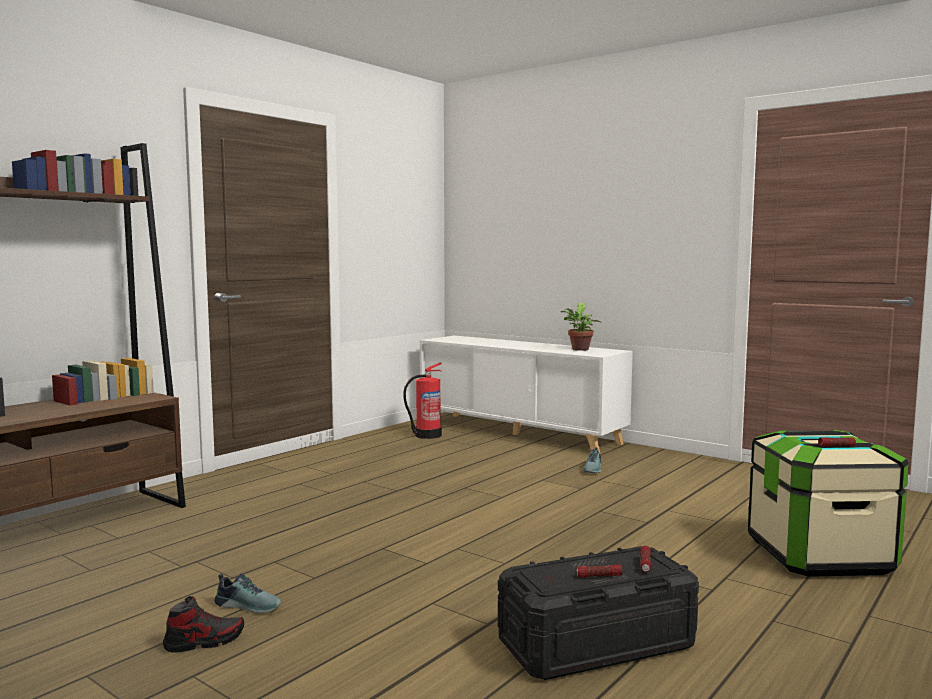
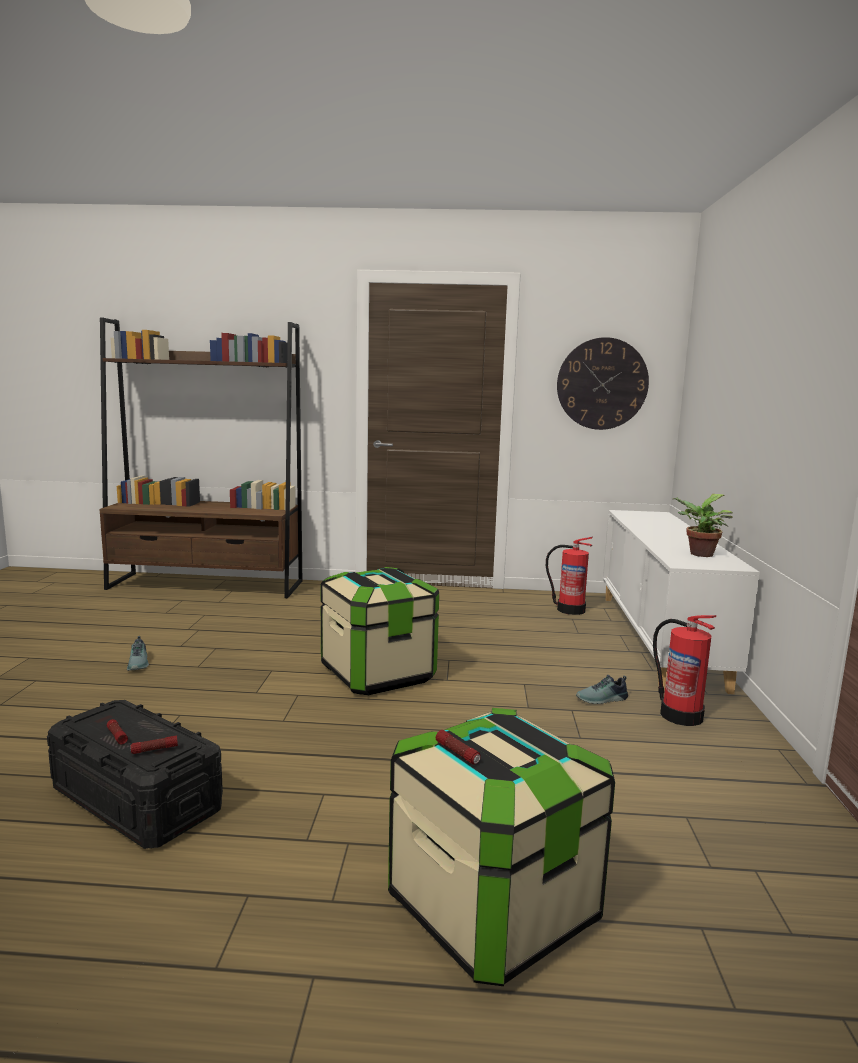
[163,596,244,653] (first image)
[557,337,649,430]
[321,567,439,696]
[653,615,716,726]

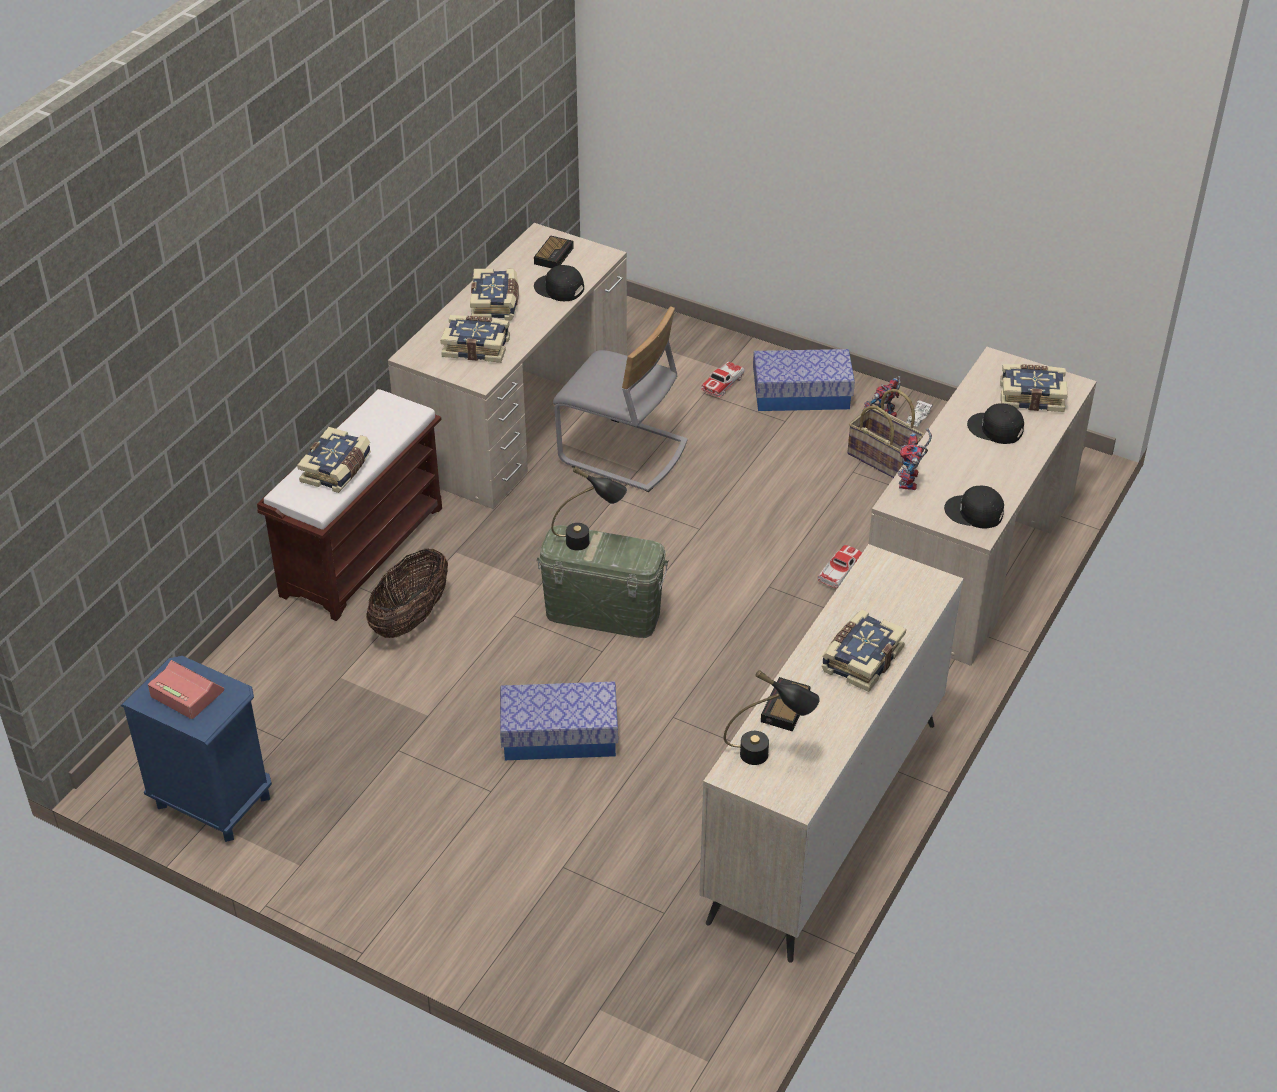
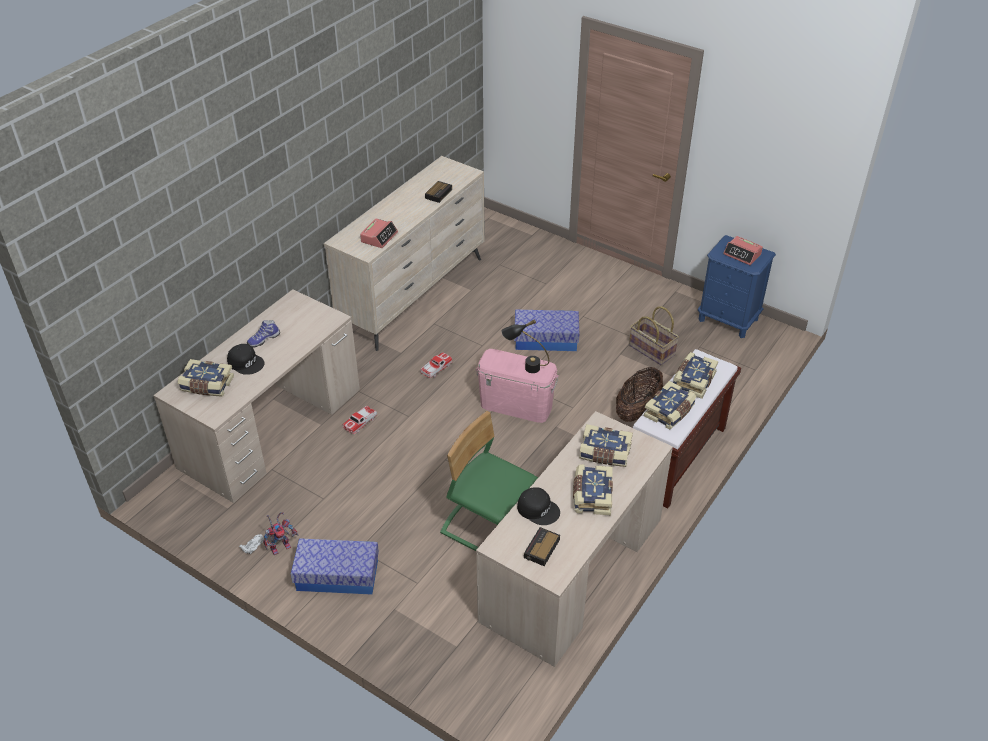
[440,411,538,551]
[420,352,452,378]
[629,306,679,365]
[898,428,932,490] (first image)
[944,486,1004,528] (first image)
[476,349,559,423]
[644,381,696,430]
[724,670,820,765] (first image)
[360,218,398,248]
[247,320,280,348]

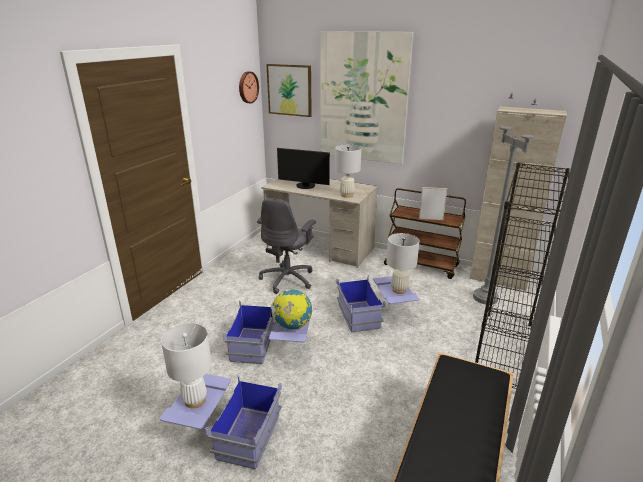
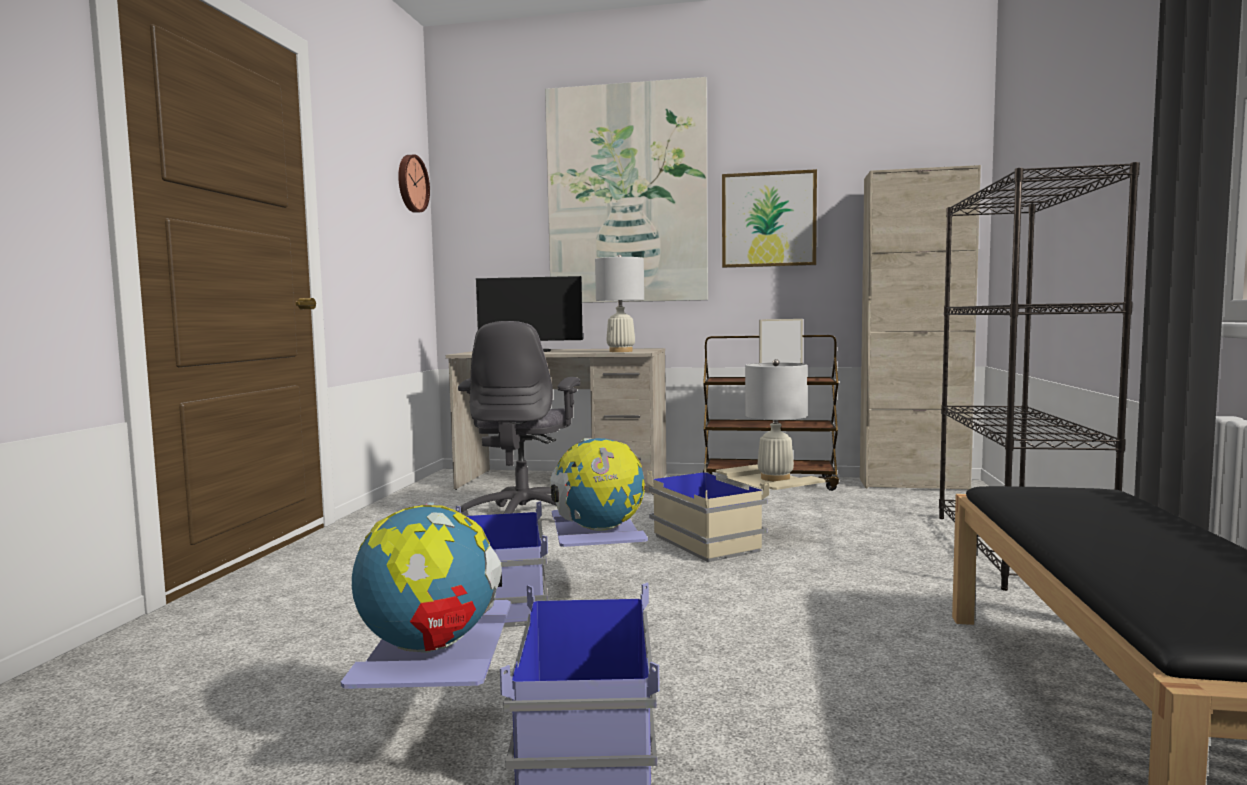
[722,169,817,268]
[473,93,537,305] (first image)
[647,464,825,562]
[352,502,502,653]

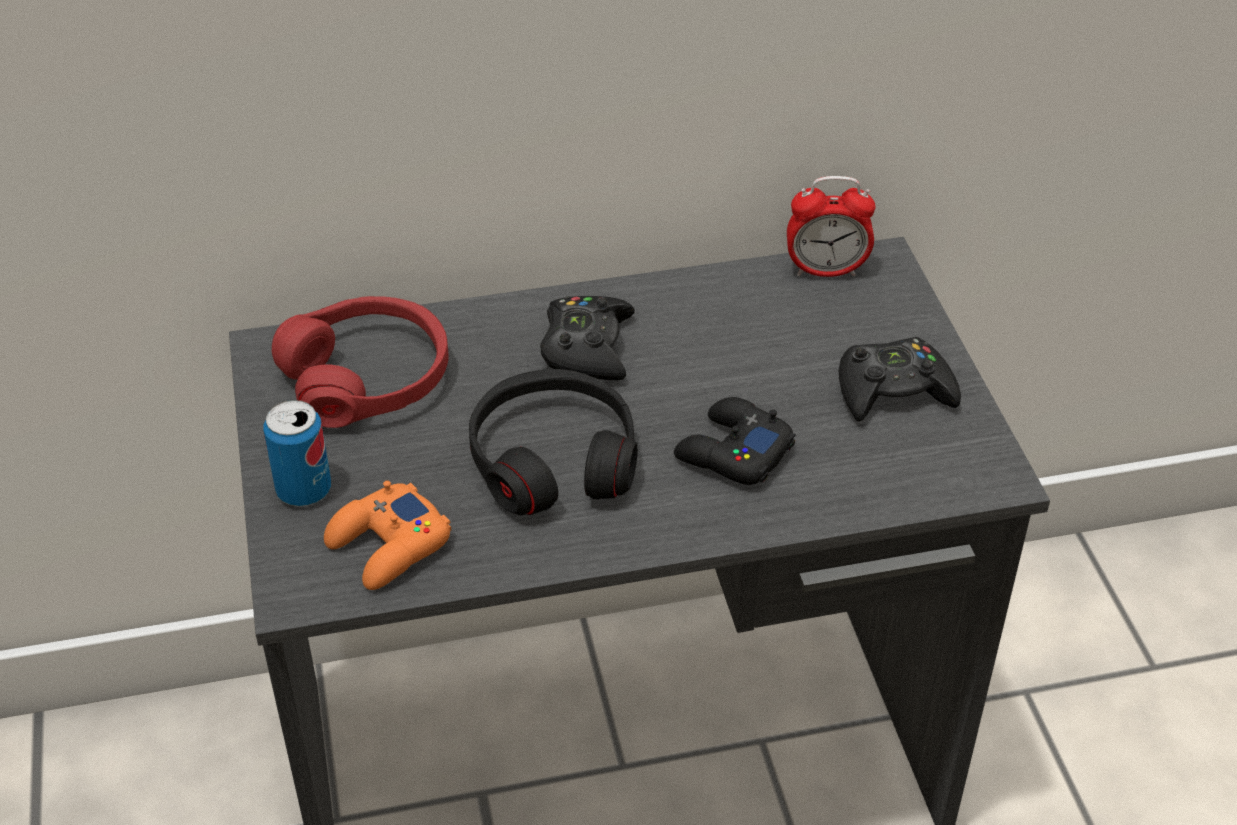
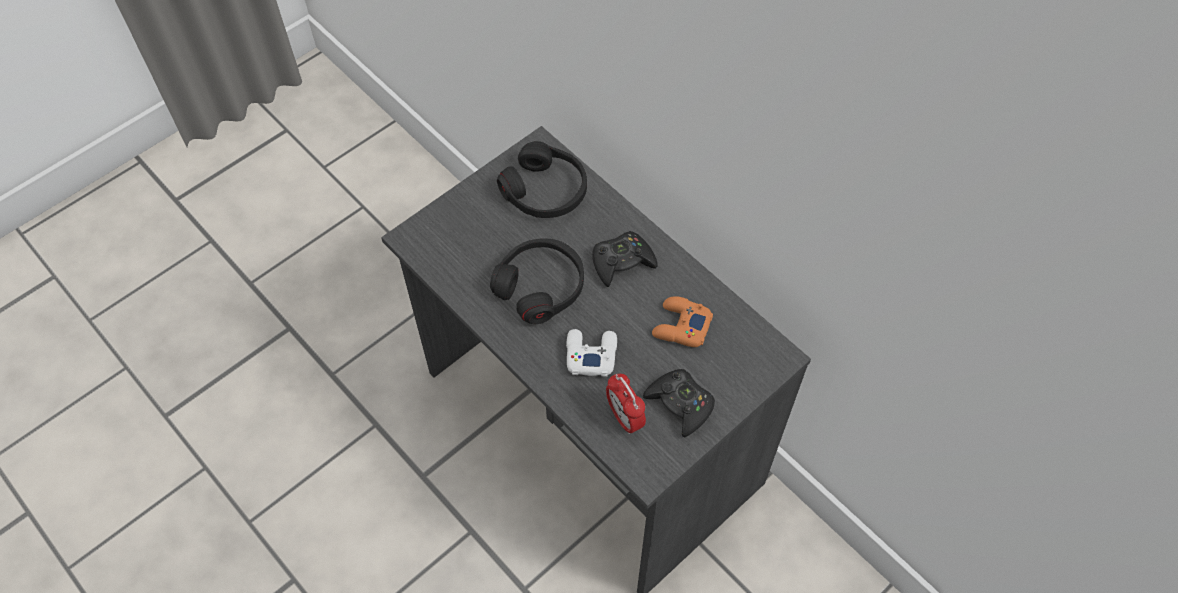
[606,374,646,434]
[497,141,587,218]
[566,329,617,377]
[263,400,331,506] (first image)
[652,296,713,347]

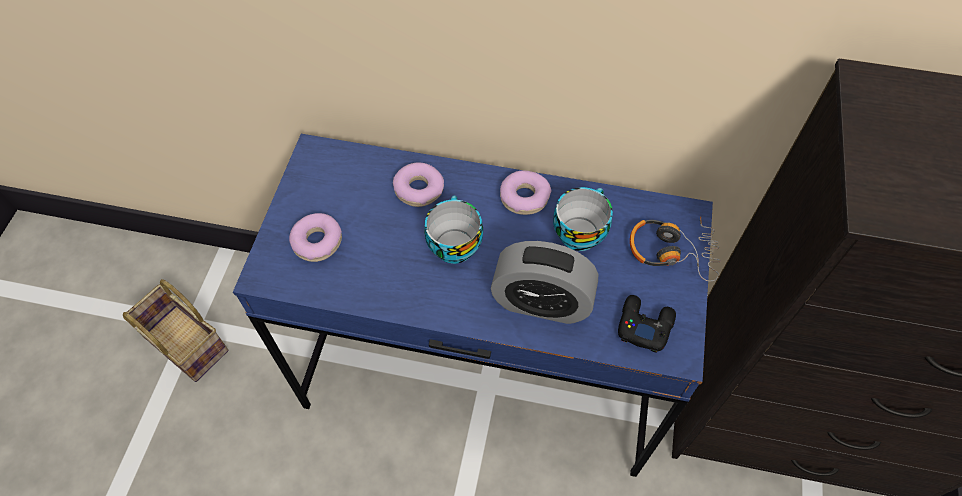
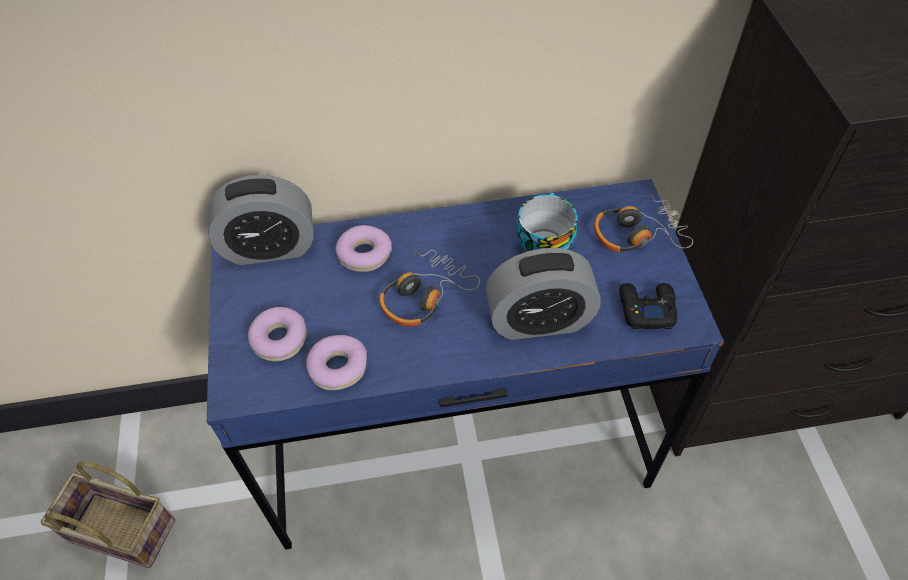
[306,335,367,390]
[380,250,480,326]
[208,175,314,265]

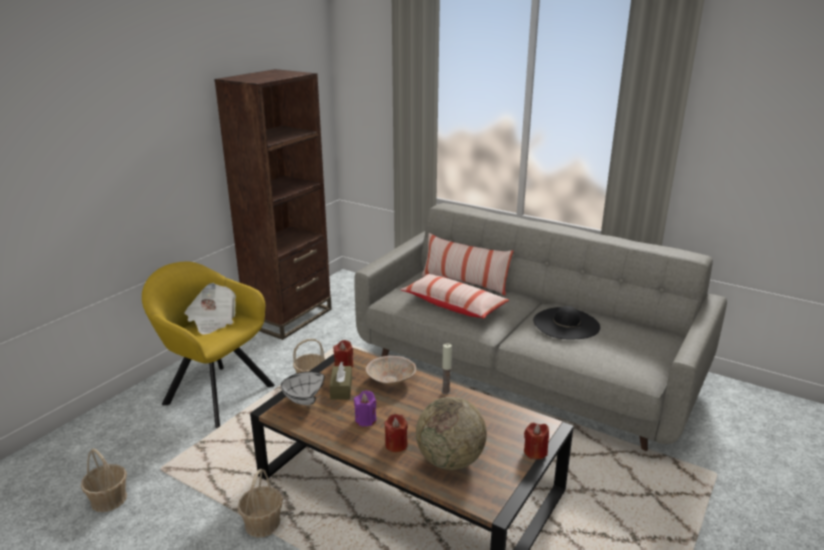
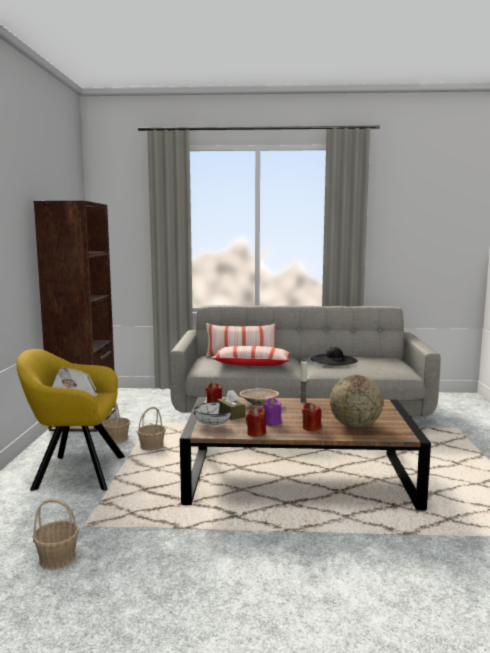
[246,408,266,437]
[102,402,130,444]

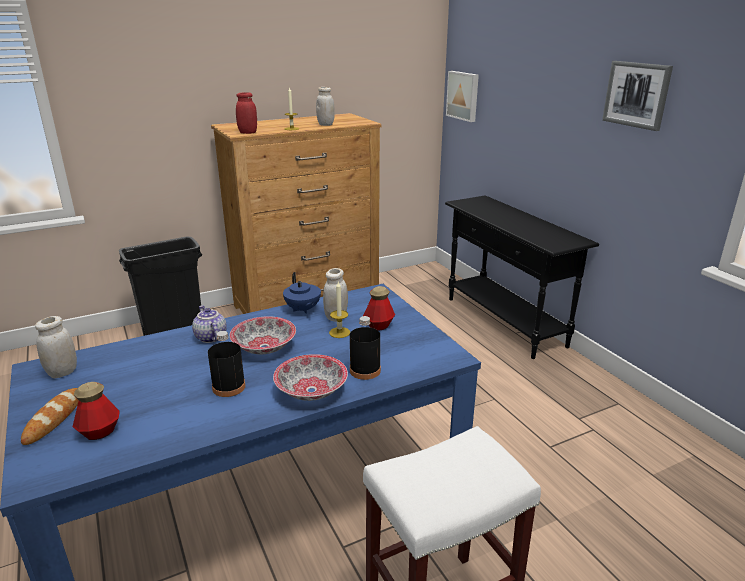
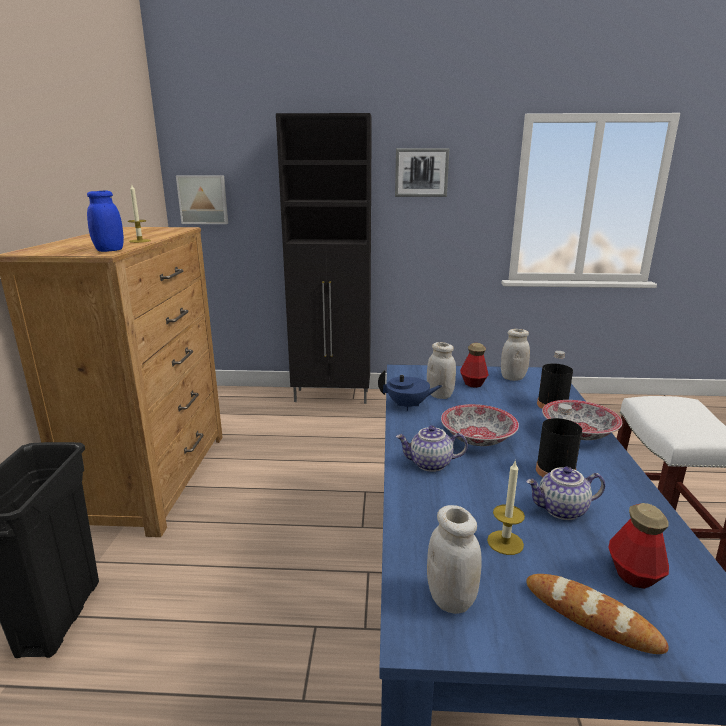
[501,329,530,381]
[87,191,124,252]
[276,113,372,404]
[487,461,525,555]
[526,467,605,520]

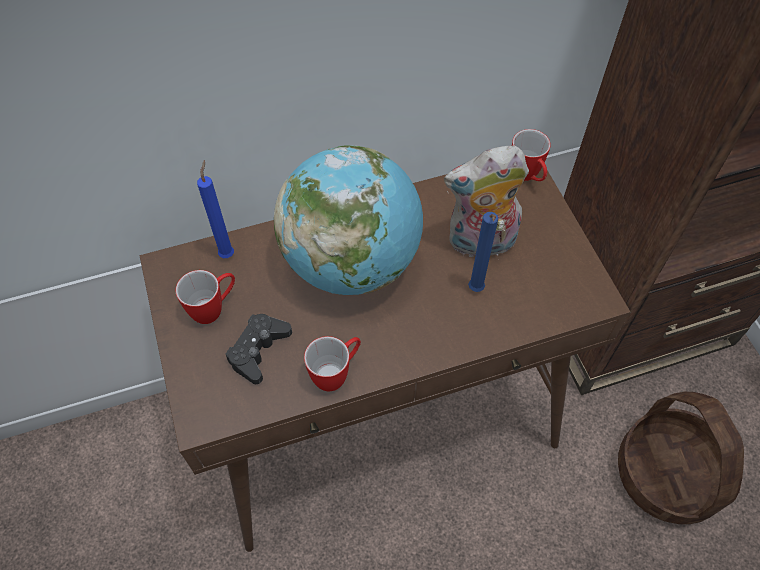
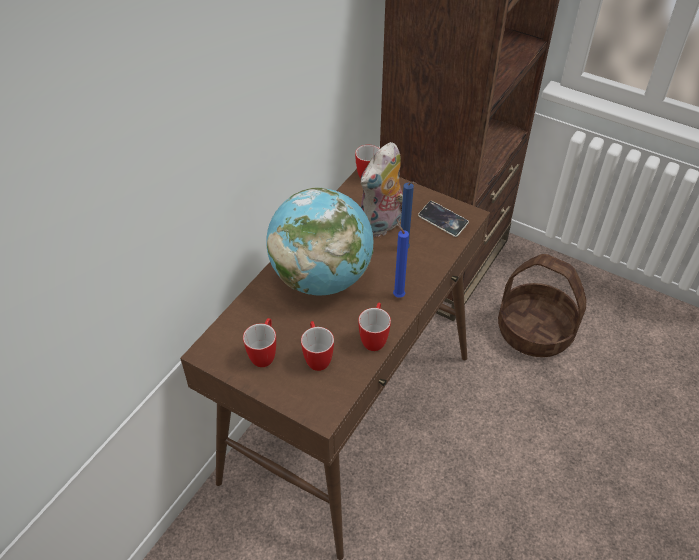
[393,220,409,298]
[301,321,334,371]
[418,201,469,237]

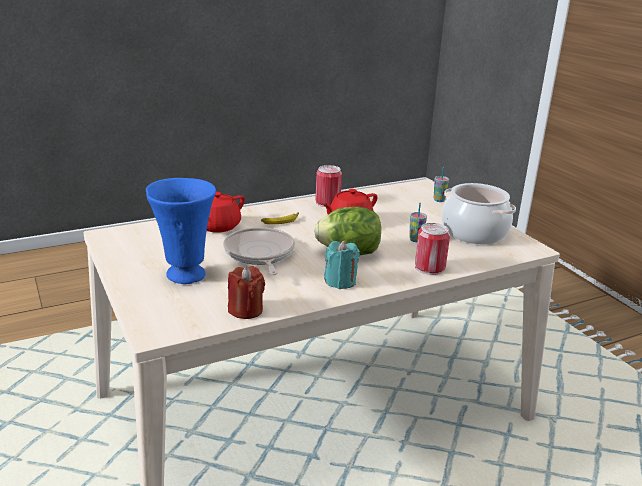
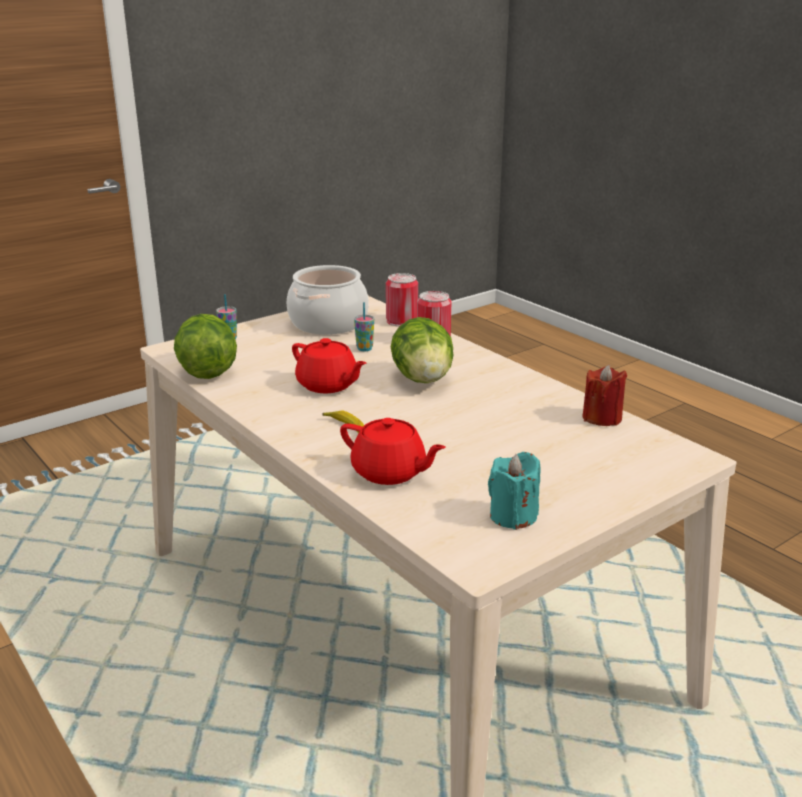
[386,273,418,327]
[146,178,216,284] (first image)
[223,227,295,275] (first image)
[488,452,540,530]
[174,314,237,379]

